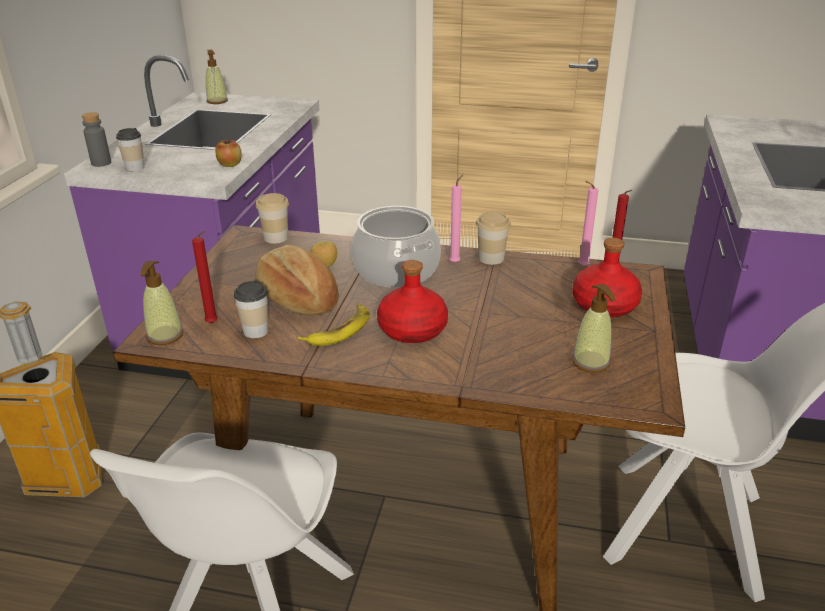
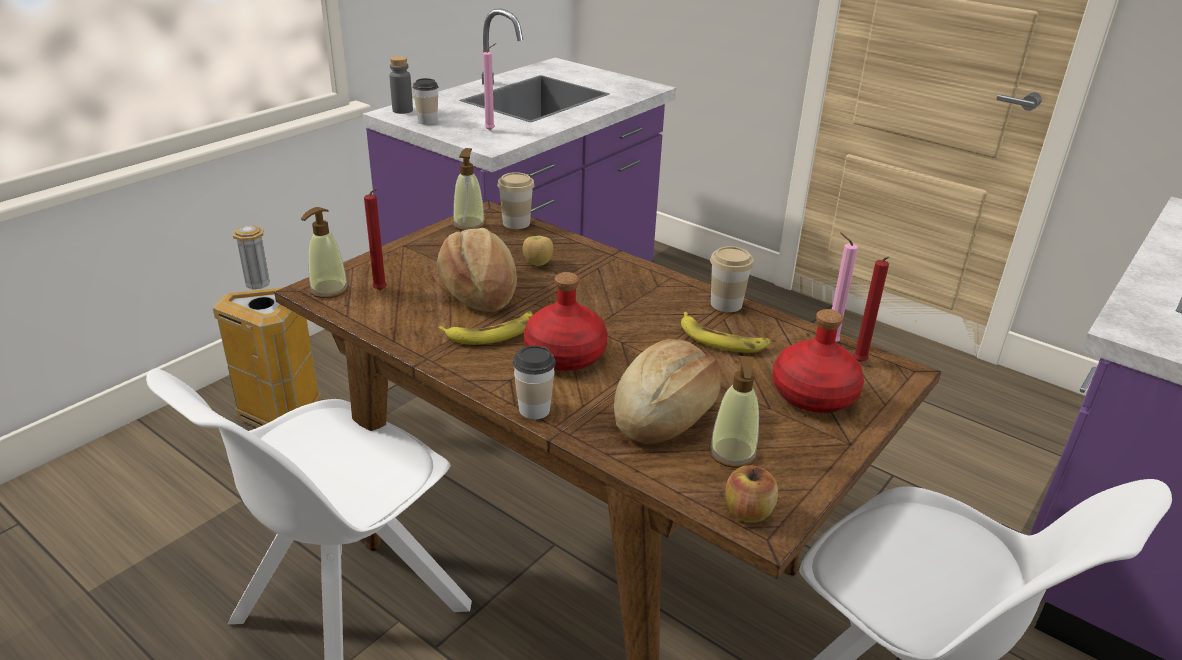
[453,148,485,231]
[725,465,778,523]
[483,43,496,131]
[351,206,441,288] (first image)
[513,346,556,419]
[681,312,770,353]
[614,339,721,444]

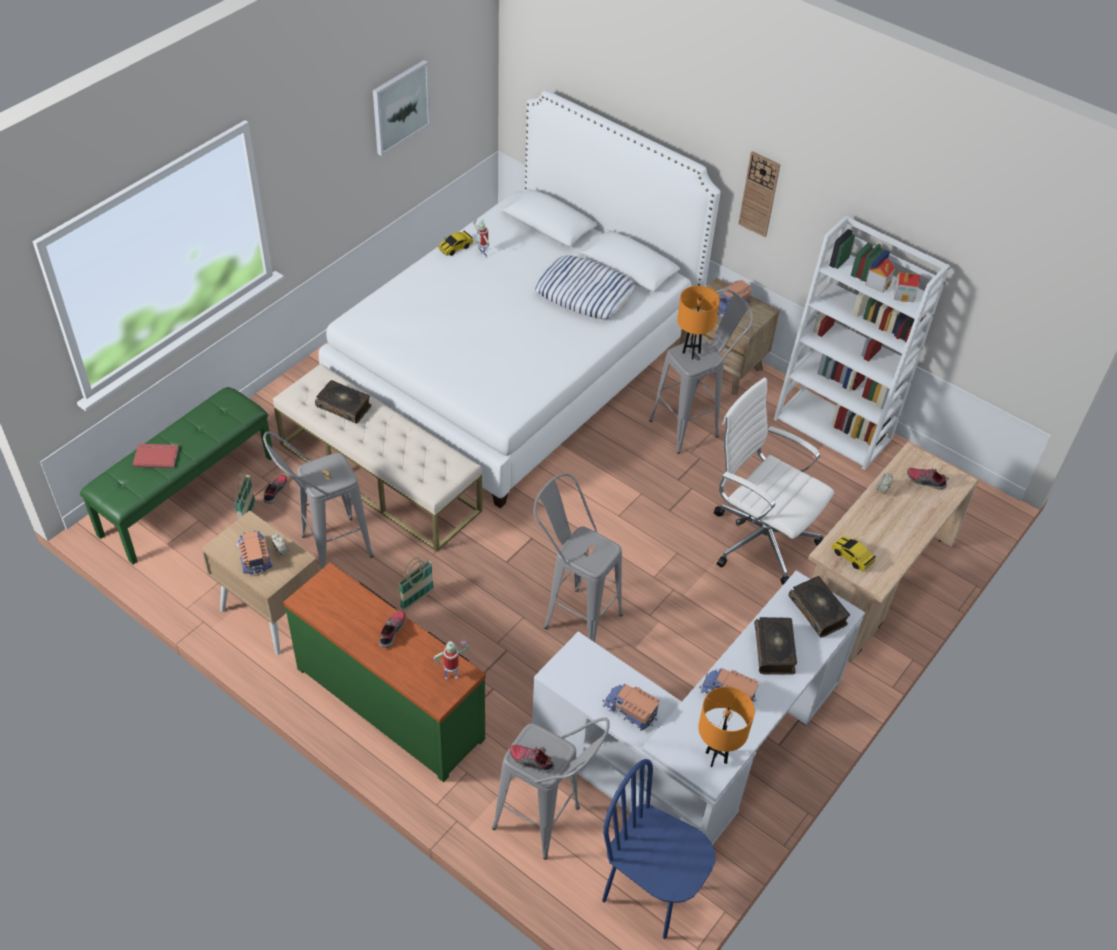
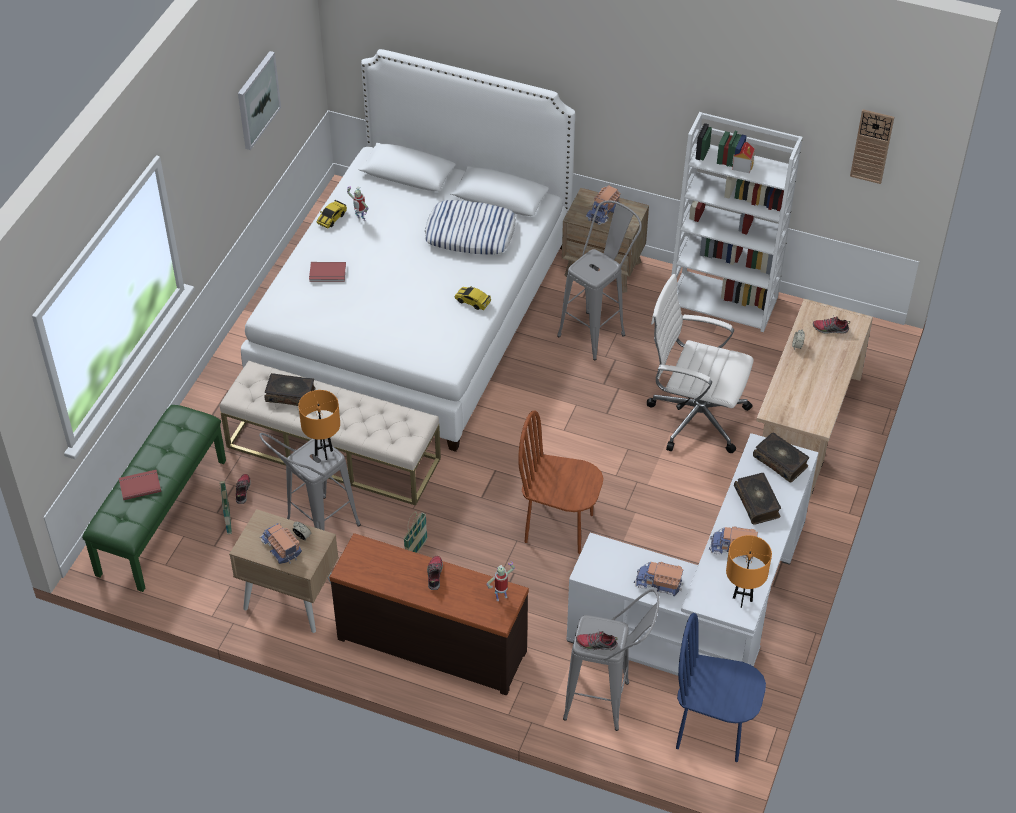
[850,109,894,184]
[894,272,920,302] (first image)
[298,390,340,460]
[518,411,603,554]
[454,286,491,310]
[329,533,529,695]
[309,262,346,282]

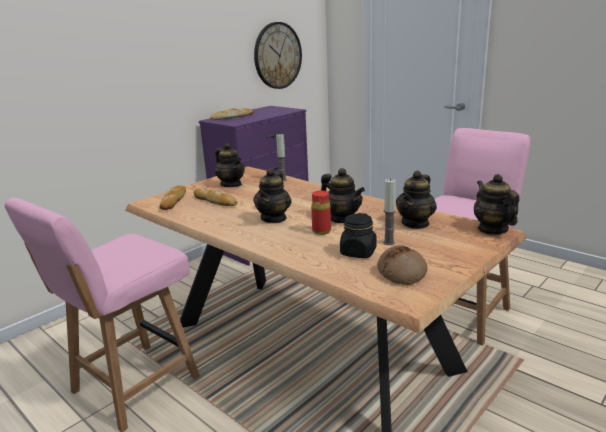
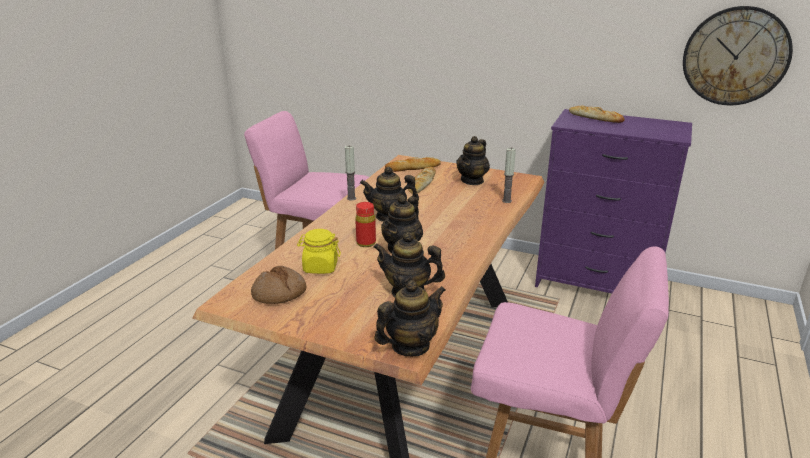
[345,145,356,201]
[297,229,341,274]

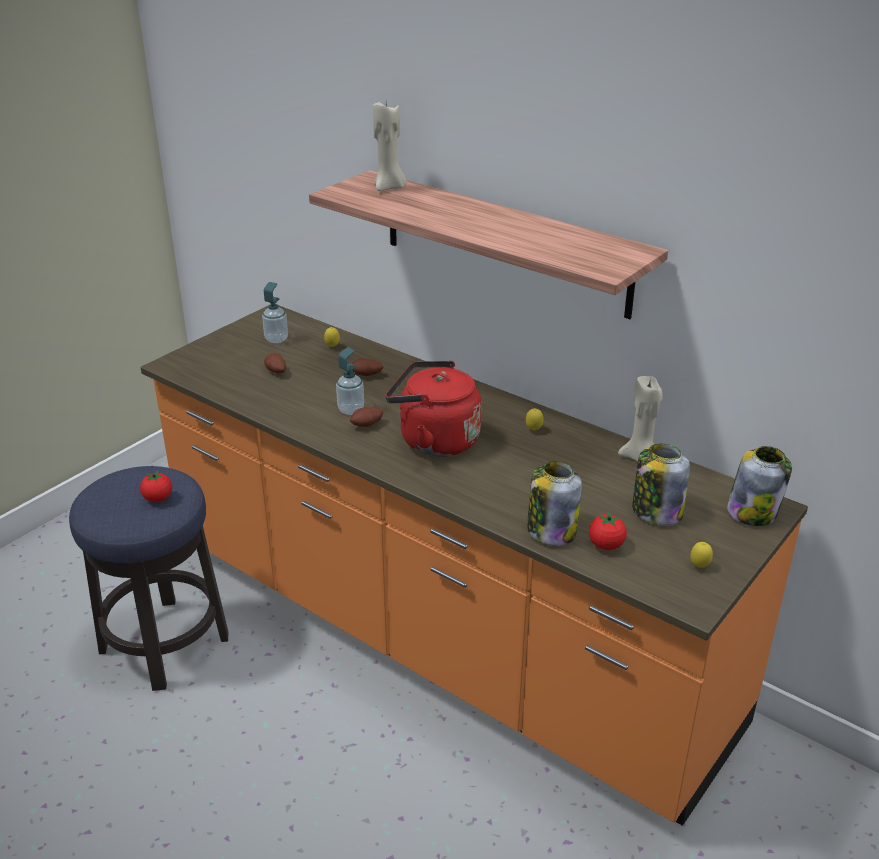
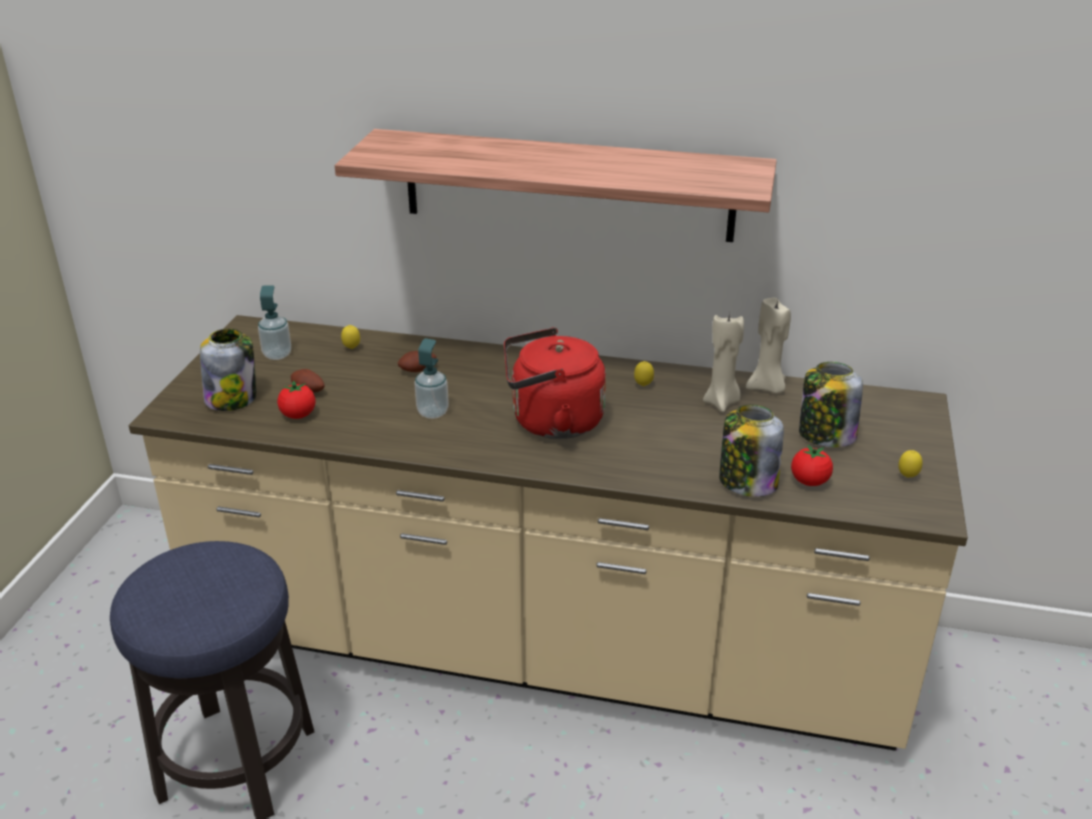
[703,312,744,412]
[129,315,968,751]
[350,407,383,427] (first image)
[200,329,256,411]
[277,380,316,419]

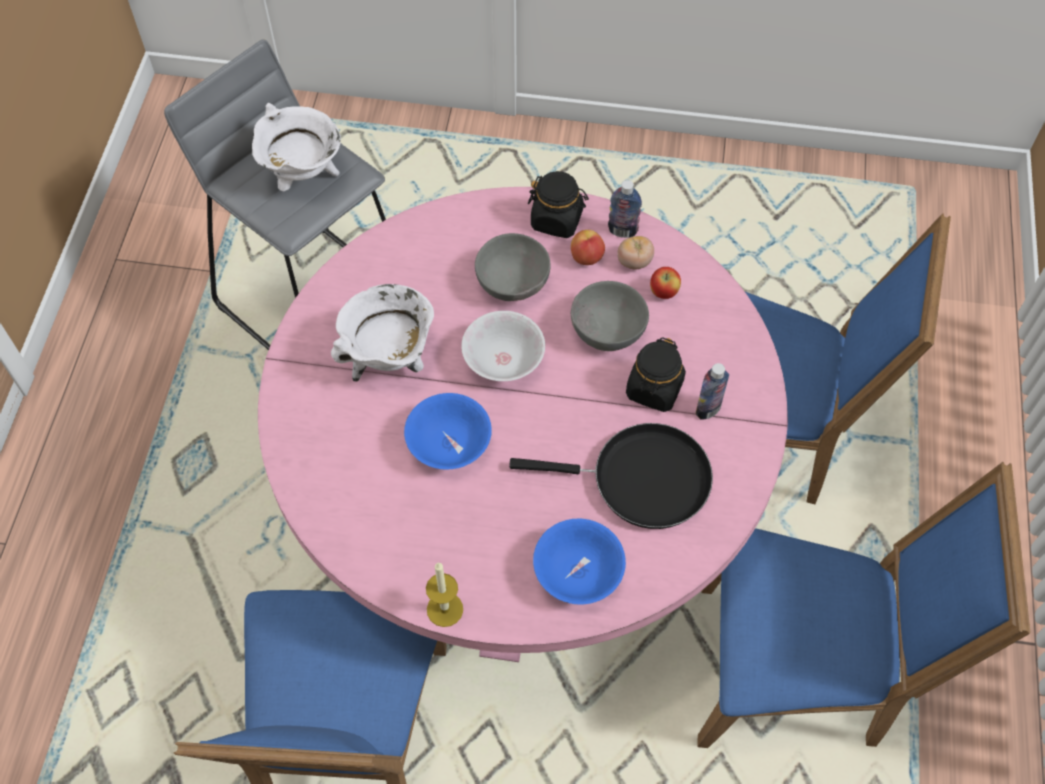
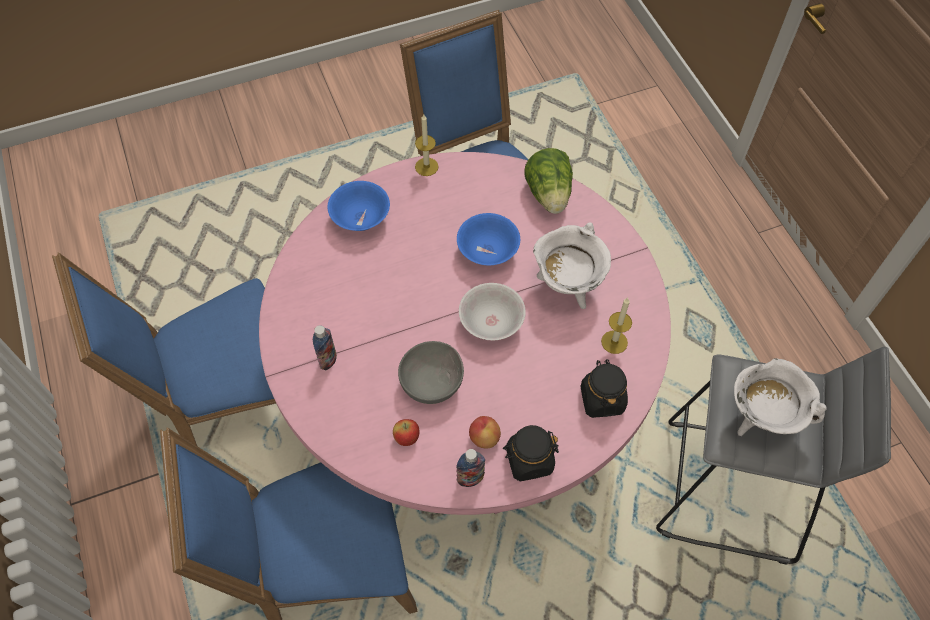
[475,233,551,301] (first image)
[617,236,654,269] (first image)
[581,359,628,418]
[509,423,713,529] (first image)
[524,148,573,214]
[601,298,632,354]

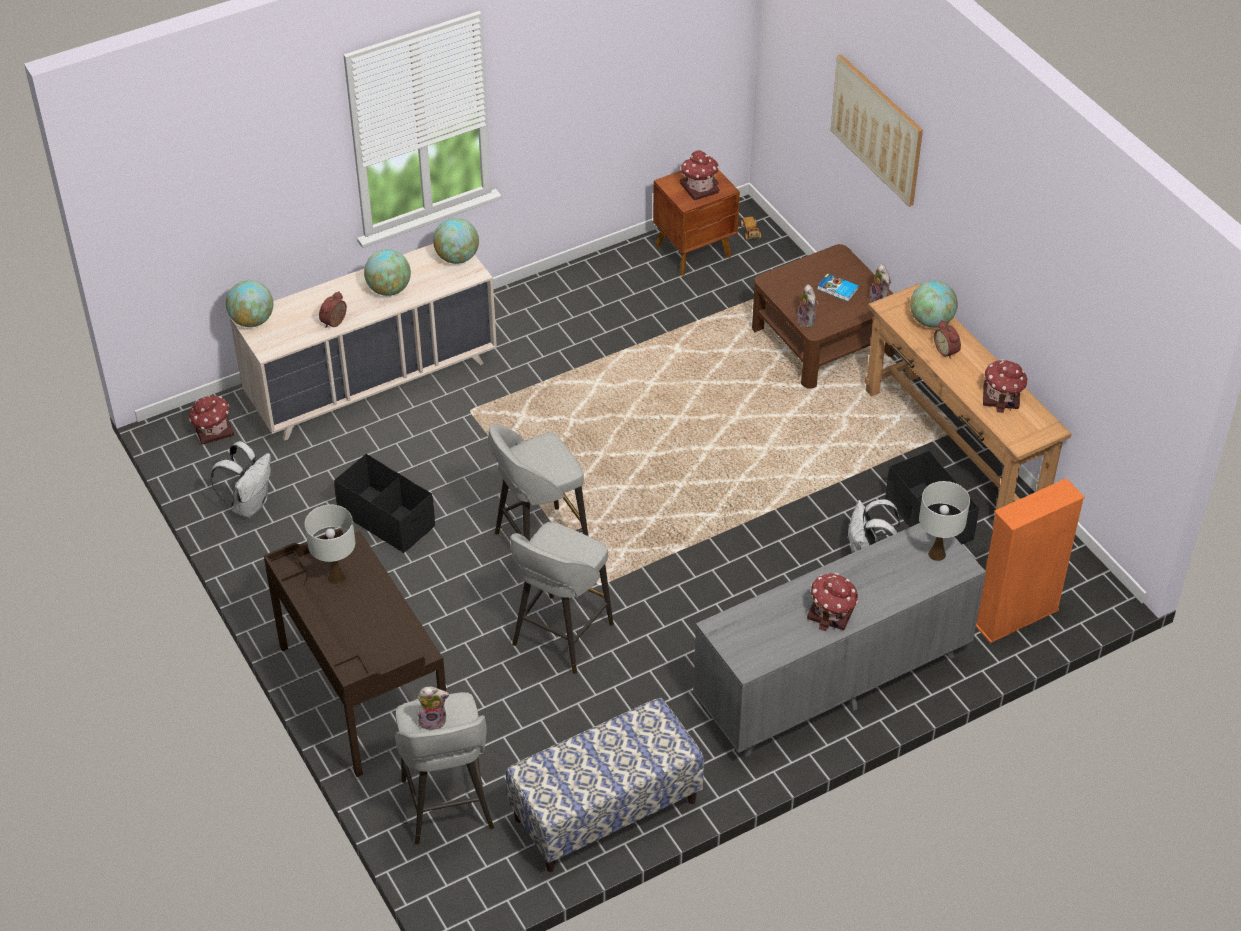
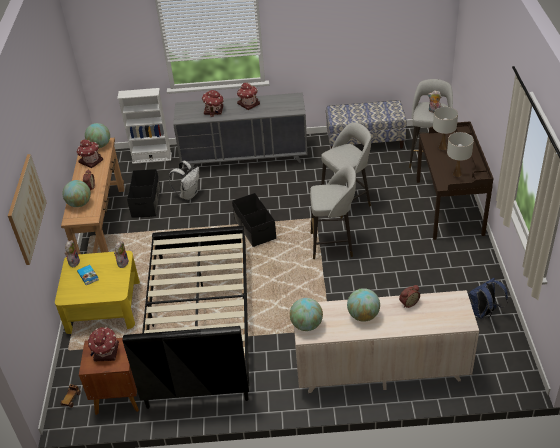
[55,251,140,334]
[85,123,110,148]
[202,90,224,117]
[469,278,508,319]
[232,193,276,247]
[117,88,172,164]
[433,107,458,150]
[123,226,249,409]

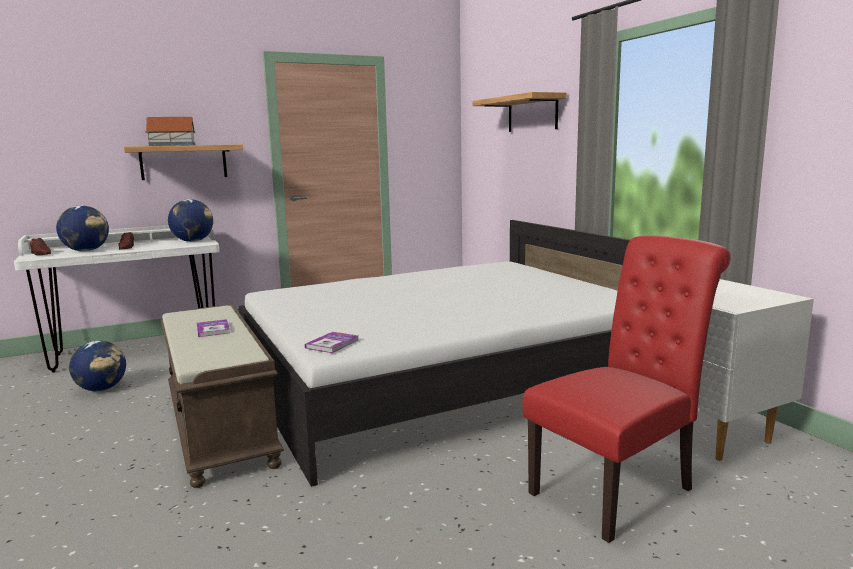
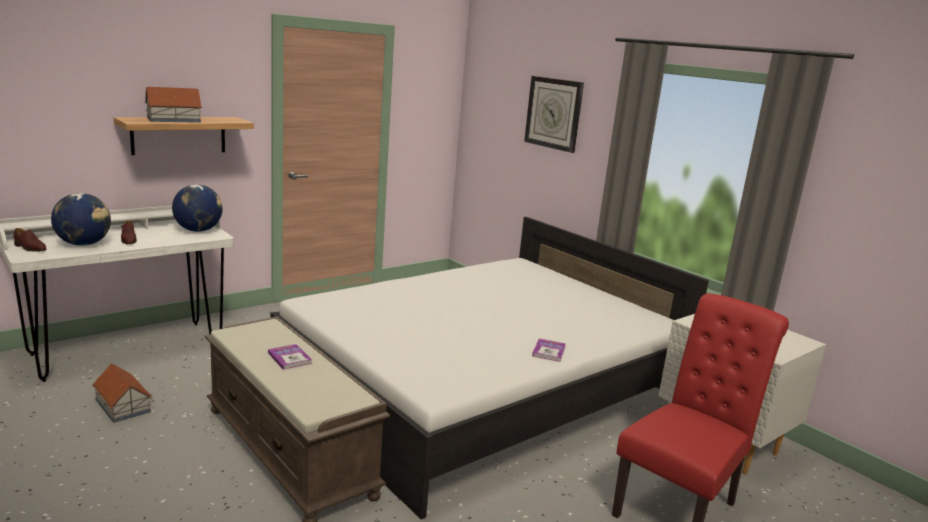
[524,76,584,153]
[532,339,566,362]
[92,363,152,423]

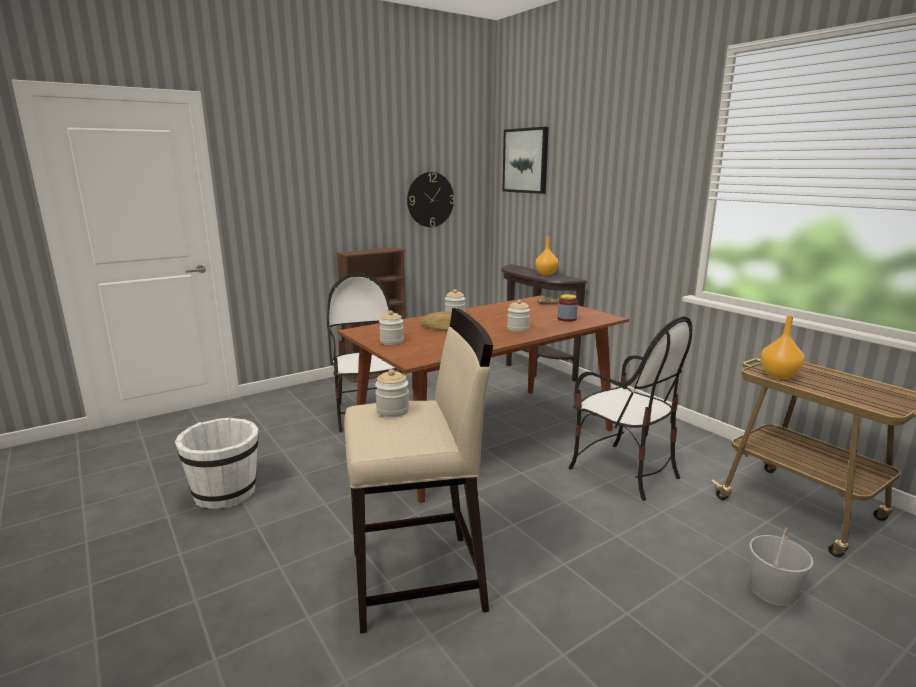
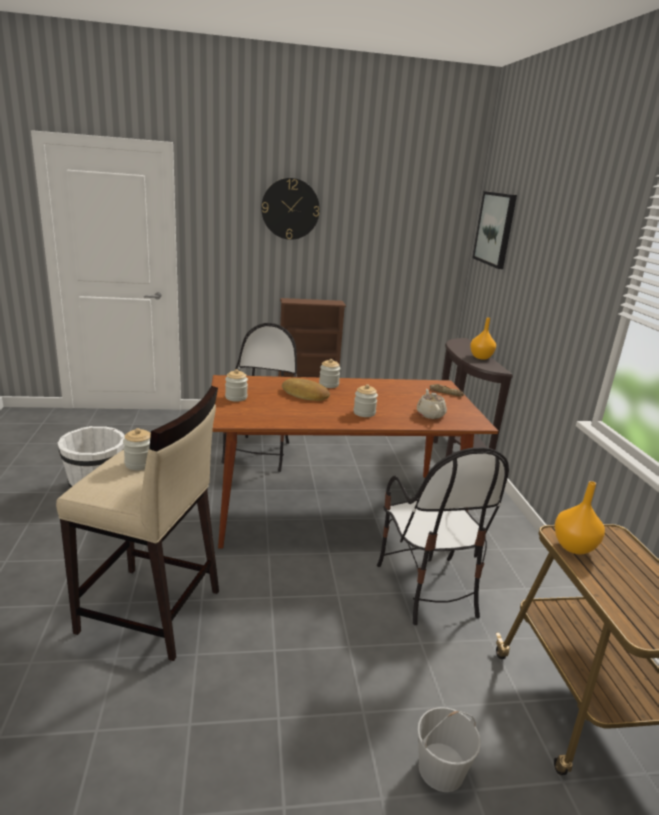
[261,178,320,240]
[417,389,447,419]

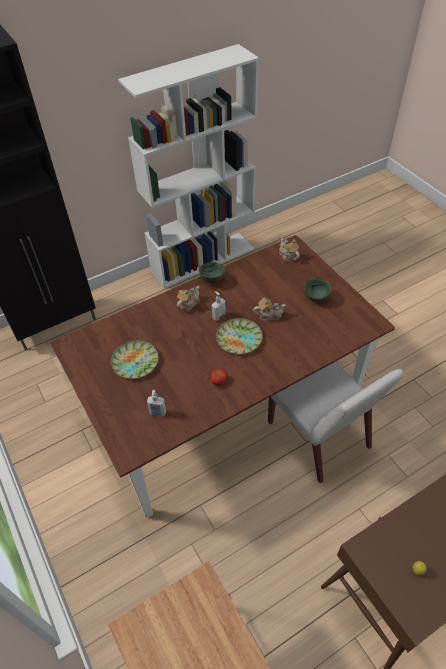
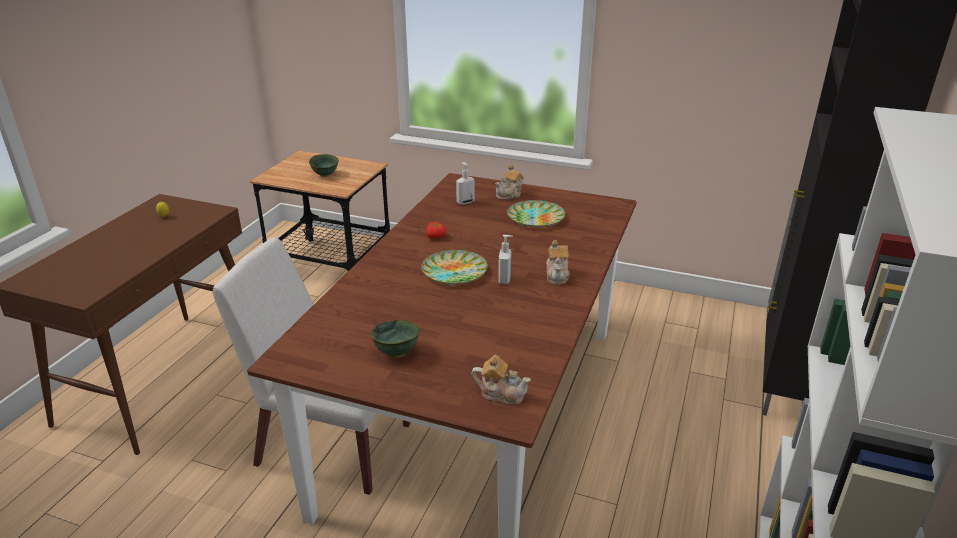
[309,154,339,177]
[495,164,524,200]

